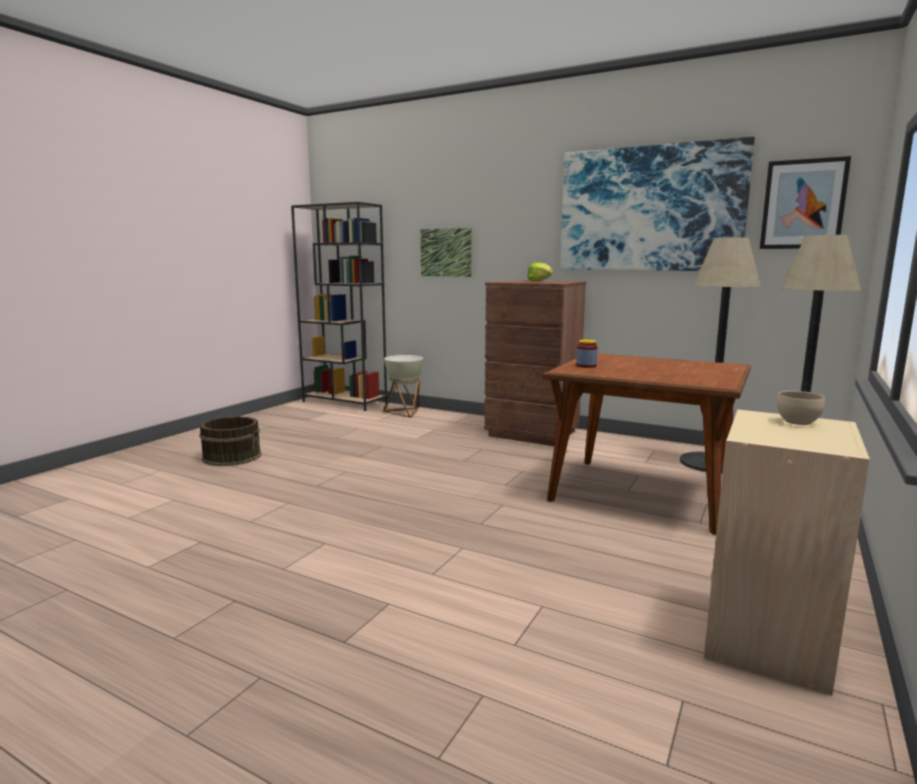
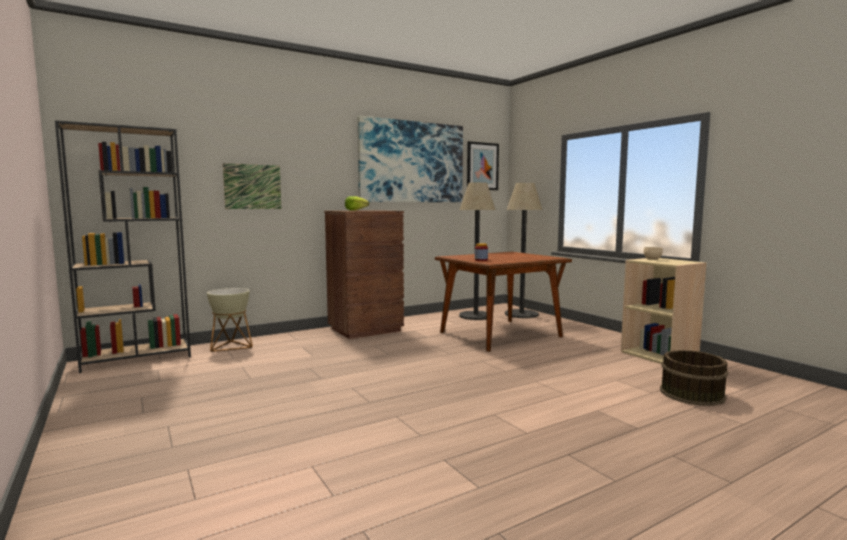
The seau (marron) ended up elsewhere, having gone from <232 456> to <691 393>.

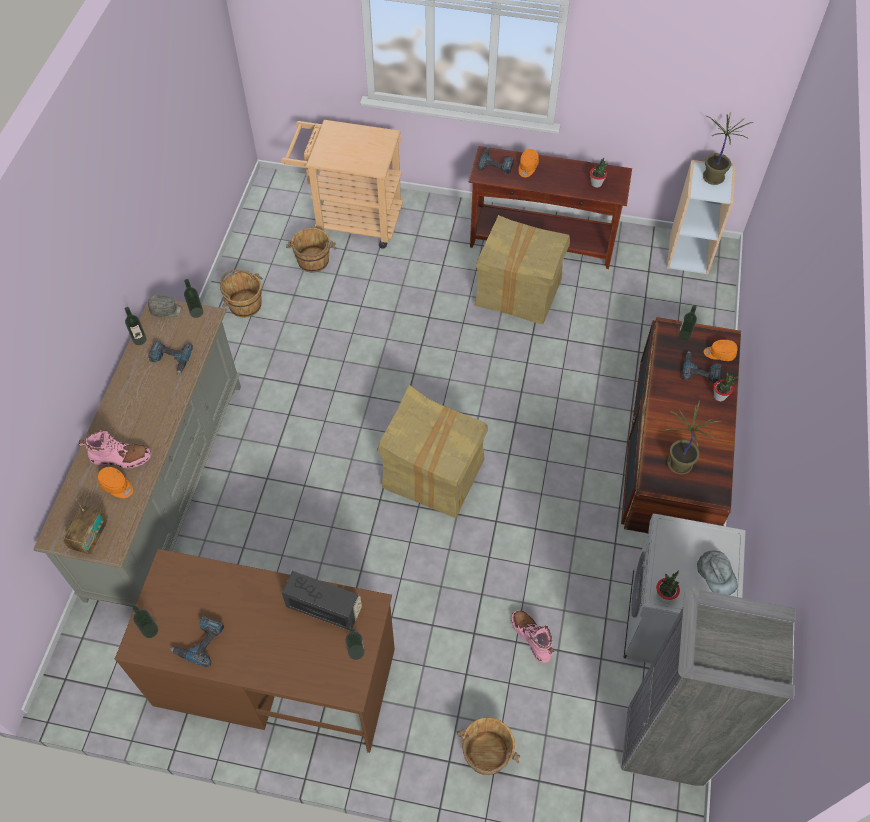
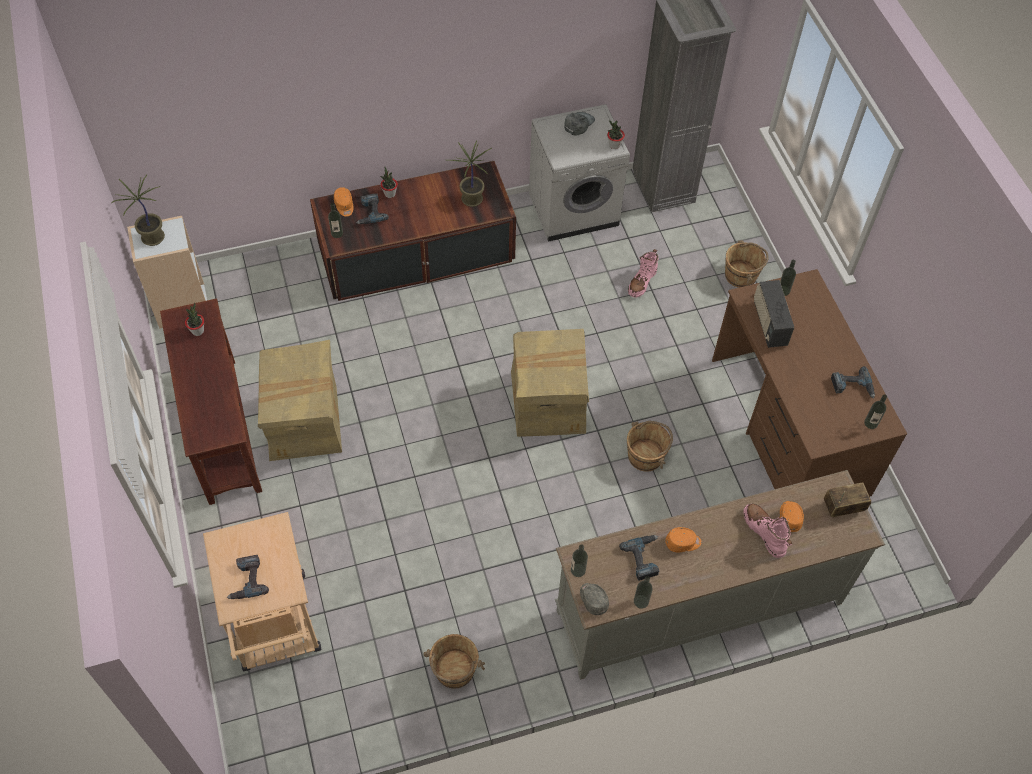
The seau (marron) ended up elsewhere, having gone from <313 261> to <646 456>.
The perceuse ended up elsewhere, having gone from <496 163> to <246 580>.
The casquette (orange) ended up elsewhere, having gone from <527 167> to <683 542>.

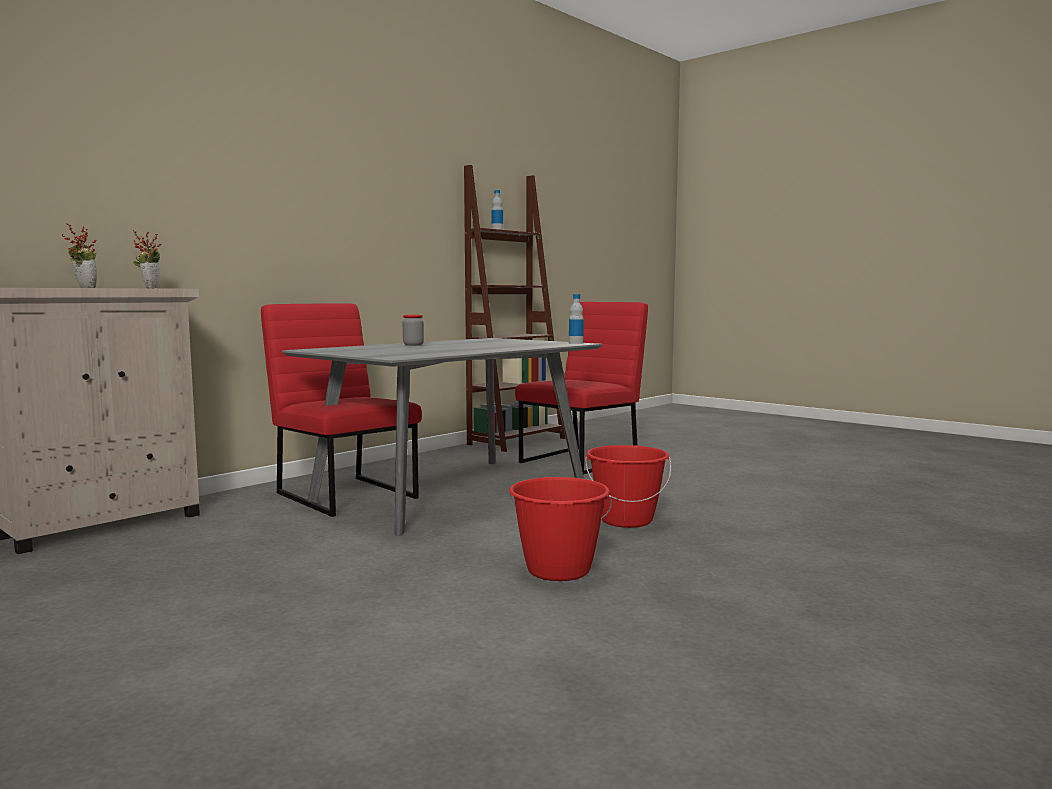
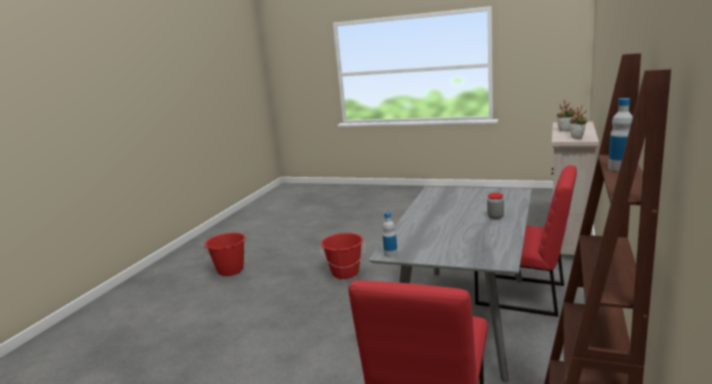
The seau (rouge) ended up elsewhere, having gone from <626 520> to <230 270>.

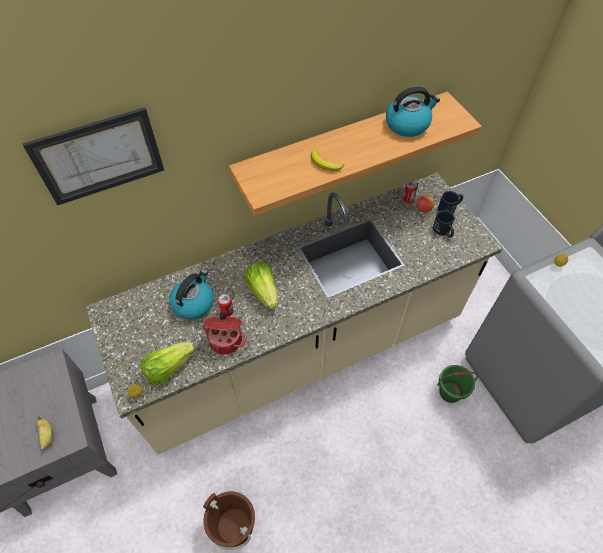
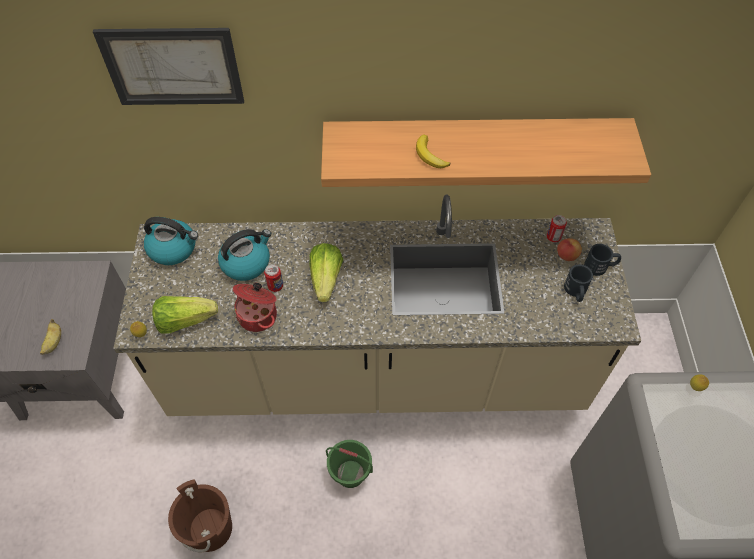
The bouilloire ended up elsewhere, having gone from <408 124> to <174 248>.
The seau (vert) ended up elsewhere, having gone from <450 392> to <350 474>.

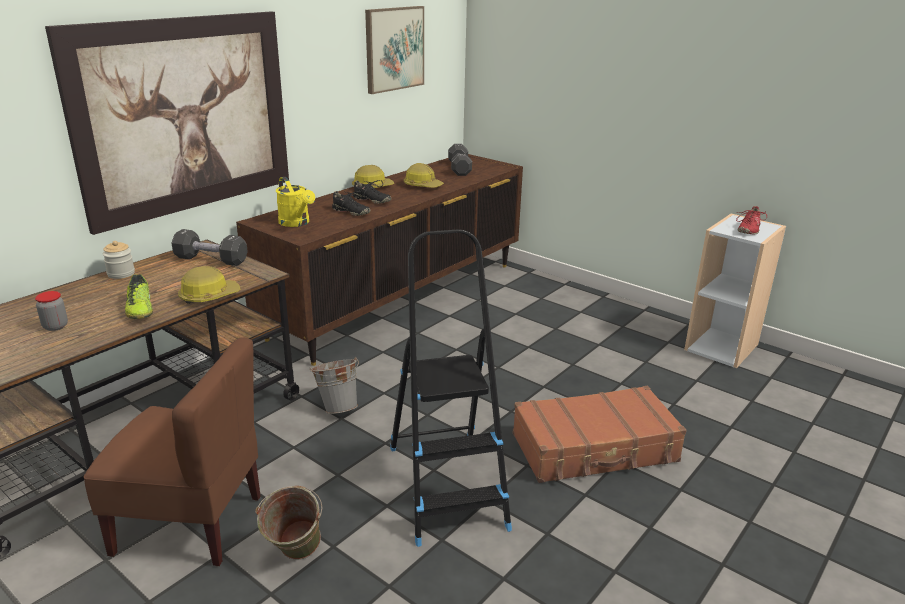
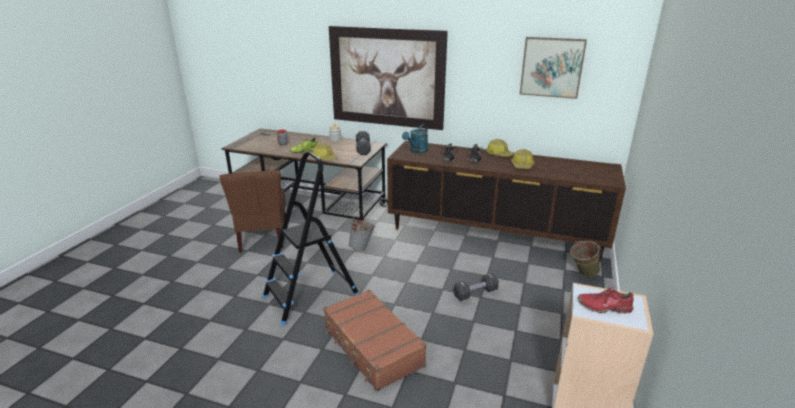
The seau (vert) ended up elsewhere, having gone from <294 557> to <582 274>.
What was the arrosoir (jaune) at <297 223> turned into the arrosoir (turquoise) at <417 151>.
The haltère (noir) ended up elsewhere, having gone from <459 169> to <475 293>.

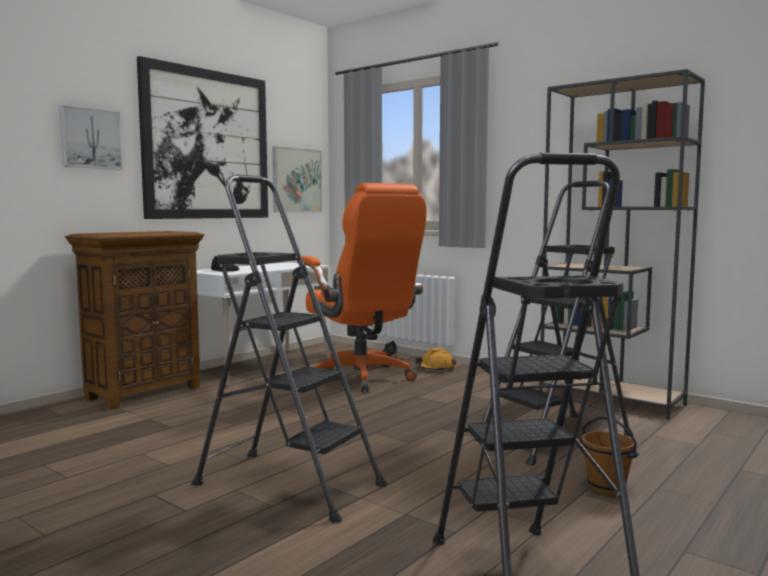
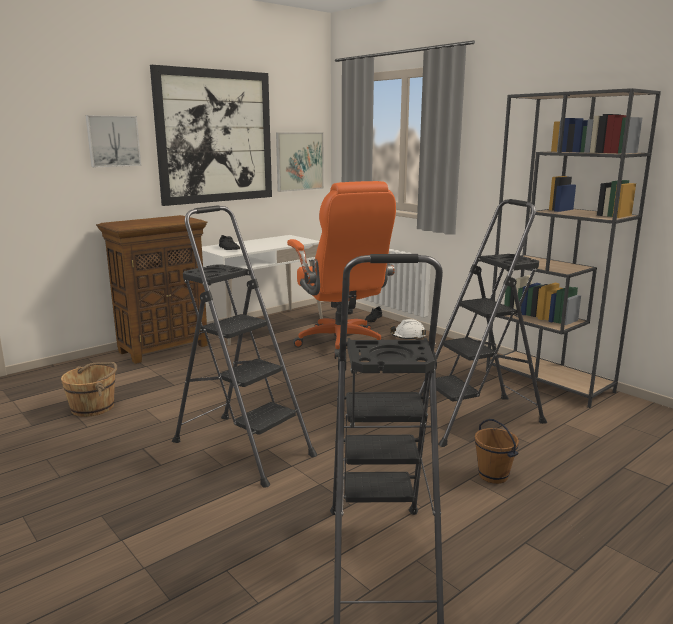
What was the casque de chantier (orange) at <435 368> turned into the casque de chantier (blanc) at <408 336>.
The second view gained the seau (marron) at <93 407>.

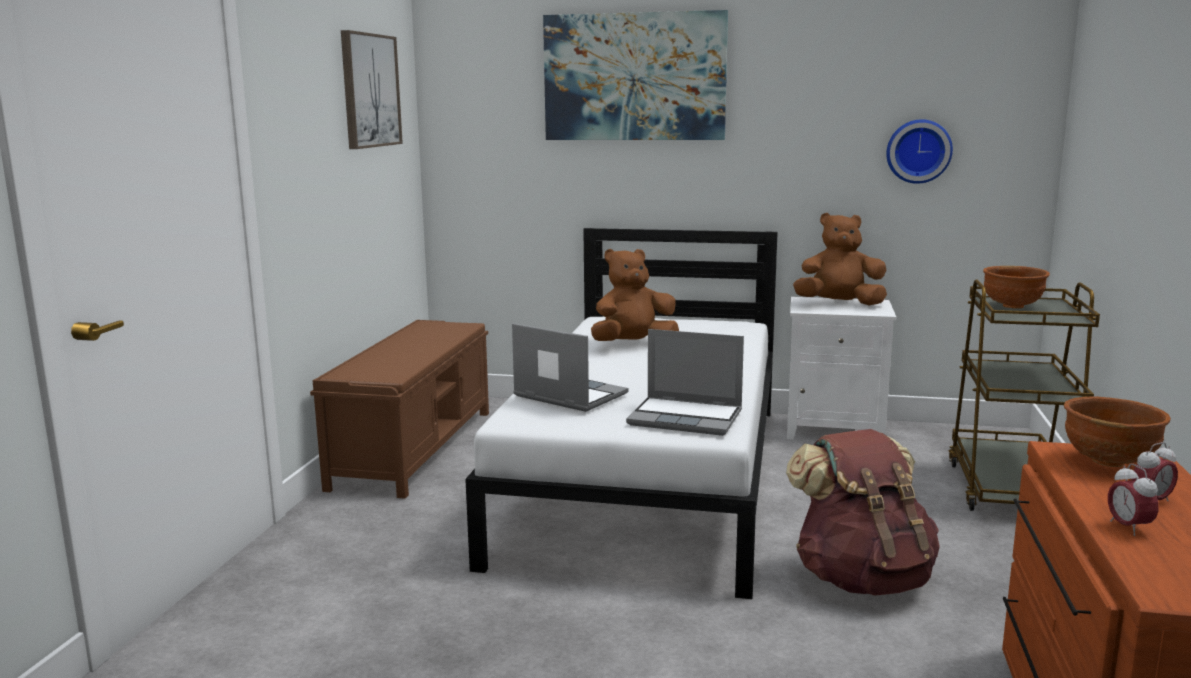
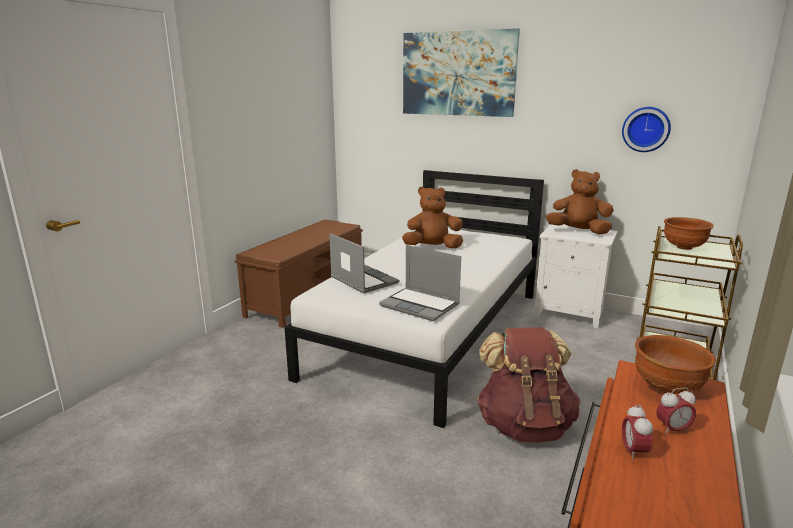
The second view lost the tableau at <369 90>.

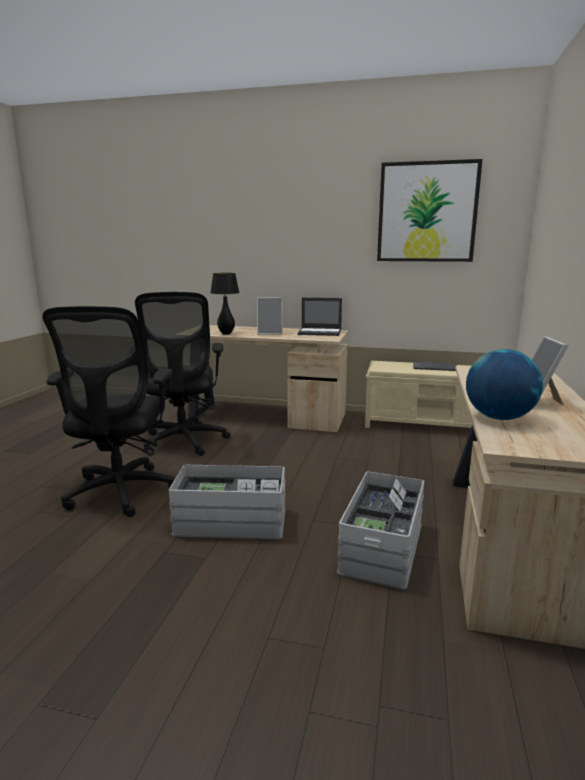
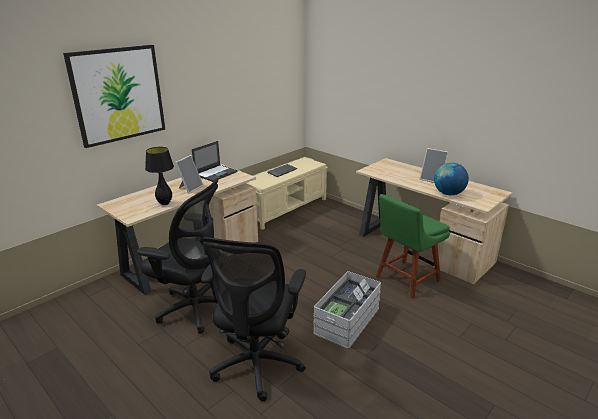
The chaise de bureau (noir) at <121 488> ended up facing another way, 75 degrees clockwise from before.
Where the boîte de rangement (gris) stood at <381 546>, the chaise (vert) came to stand at <405 280>.
The tableau ended up elsewhere, having gone from <427 212> to <118 94>.

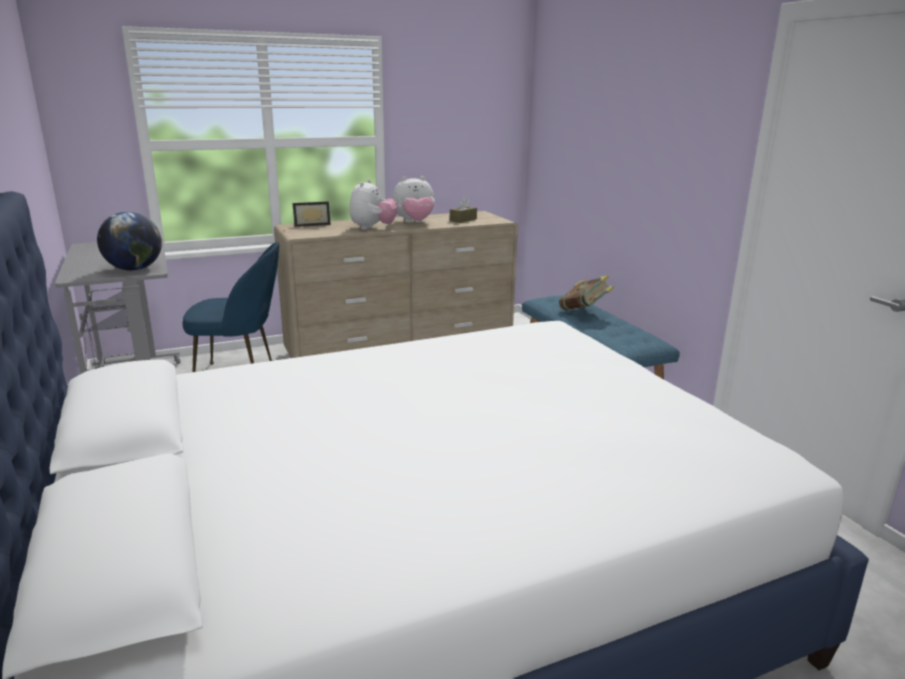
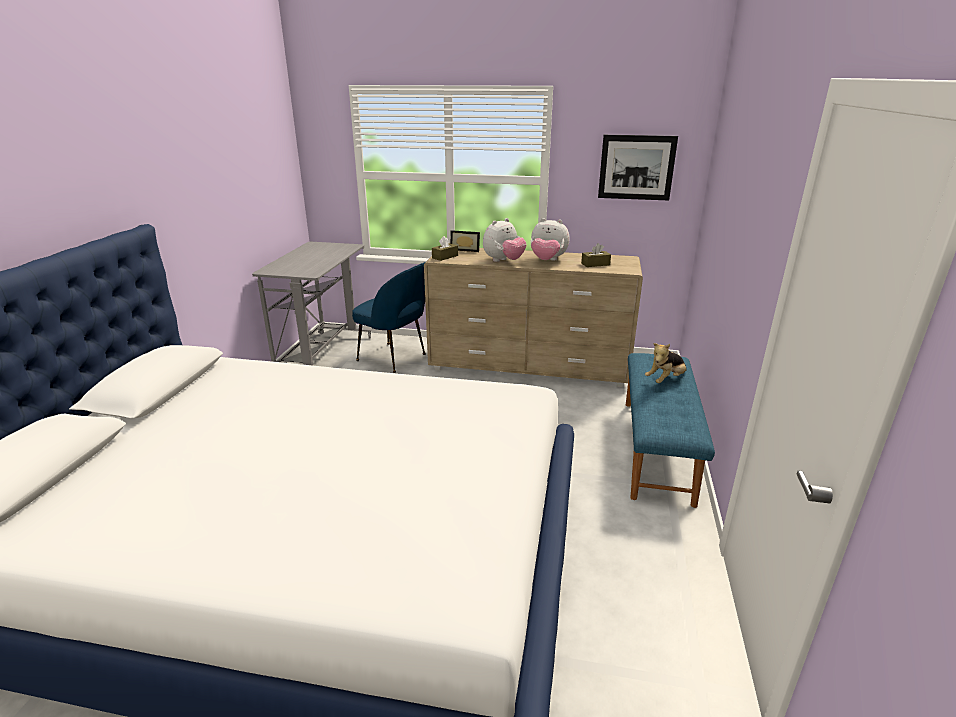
The second view lost the globe at <134 269>.
Where the livre stood at <584 312>, the peluche came to stand at <665 380>.
The second view gained the boîte à mouchoirs (marron) at <445 257>.
The second view gained the tableau at <636 167>.

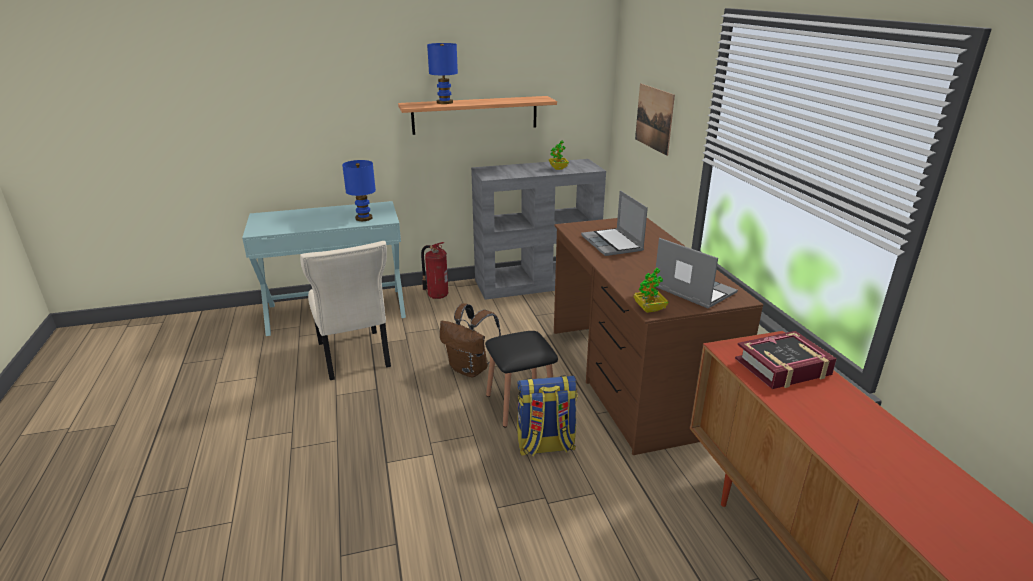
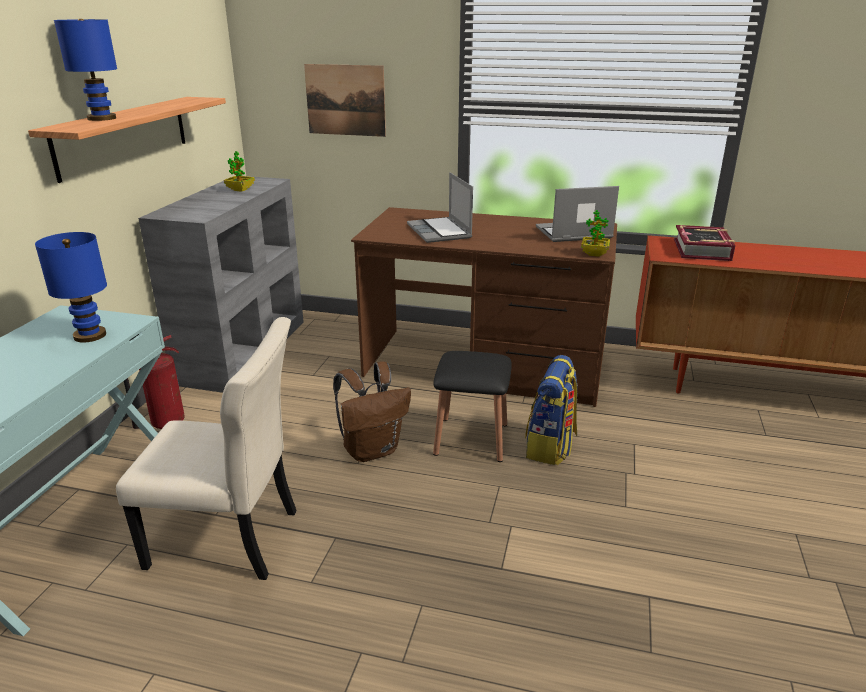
The ordinateur portable at <613 244> ended up facing another way, 60 degrees clockwise from before.

